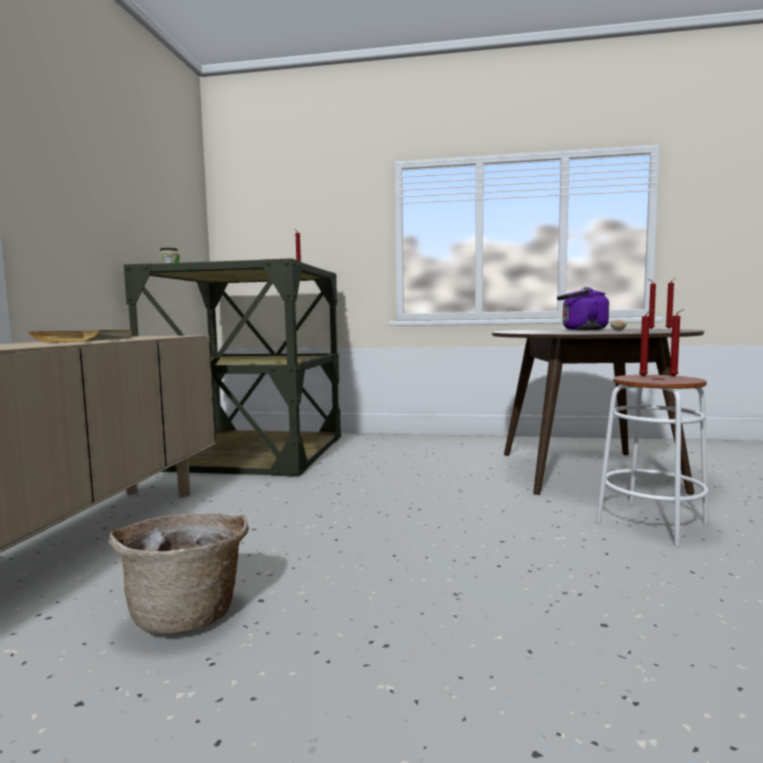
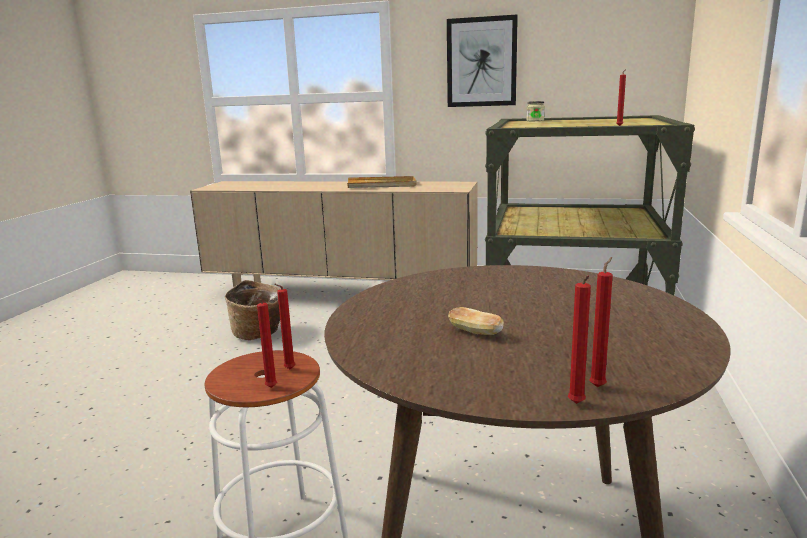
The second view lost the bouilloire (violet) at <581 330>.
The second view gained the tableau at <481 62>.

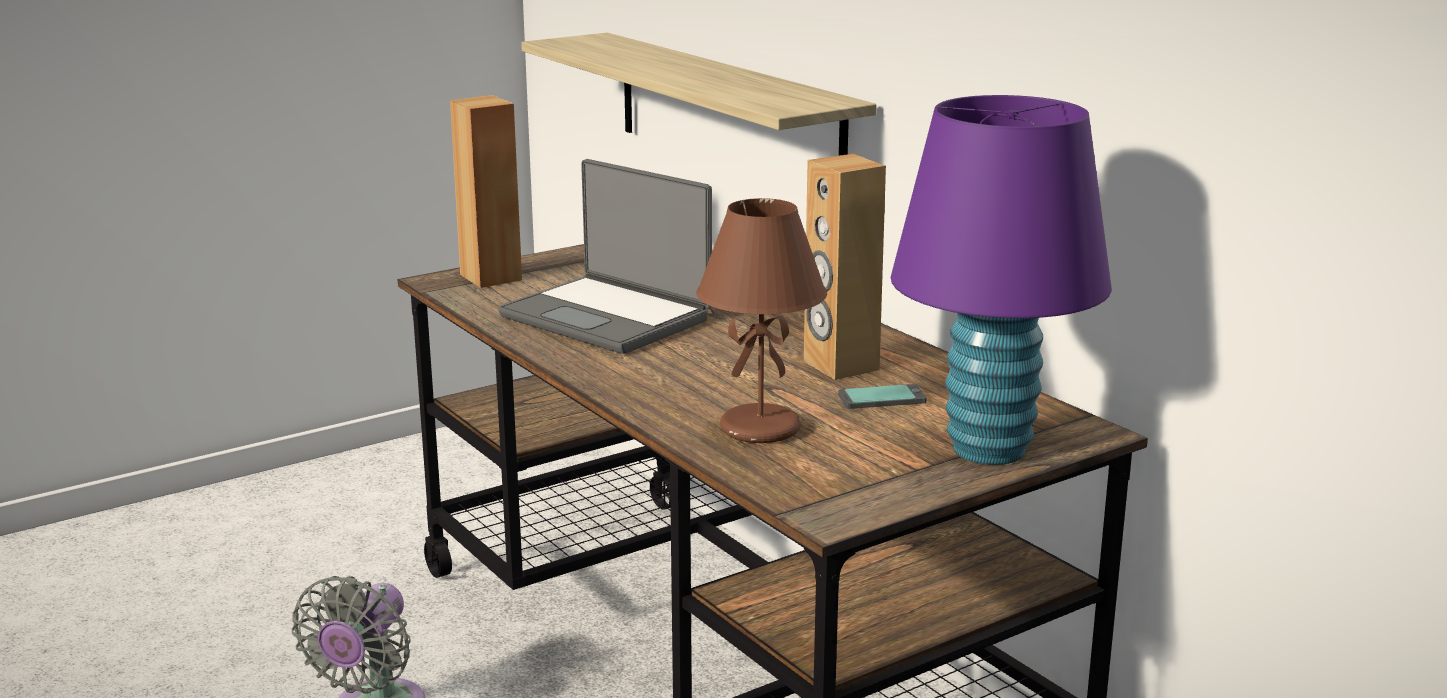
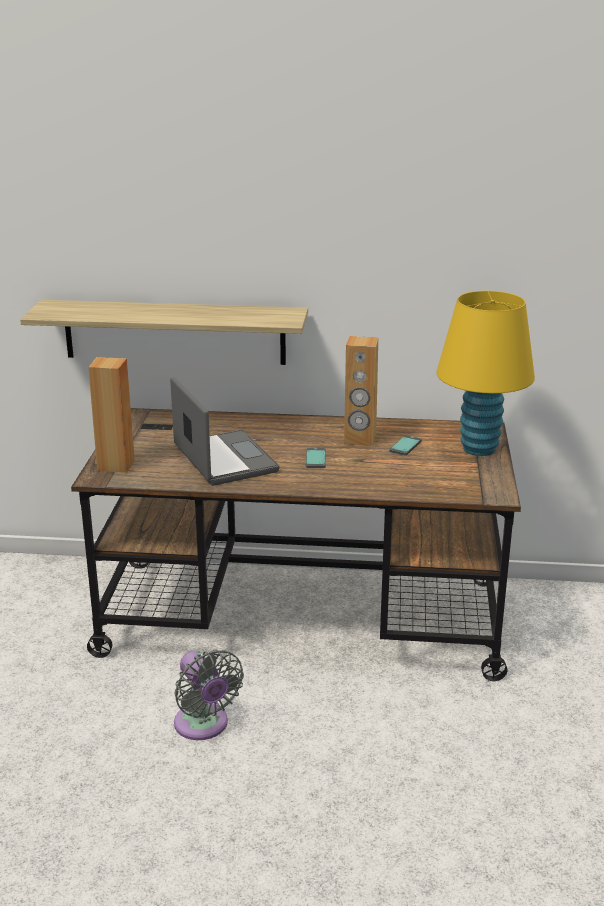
The ordinateur portable at <608 317> ended up facing another way, 105 degrees counterclockwise from before.
The second view lost the lampe de table (marron) at <761 428>.
What was the lampe de table (violet) at <989 450> turned into the lampe de table (jaune) at <479 449>.
The second view gained the téléphone at <315 459>.

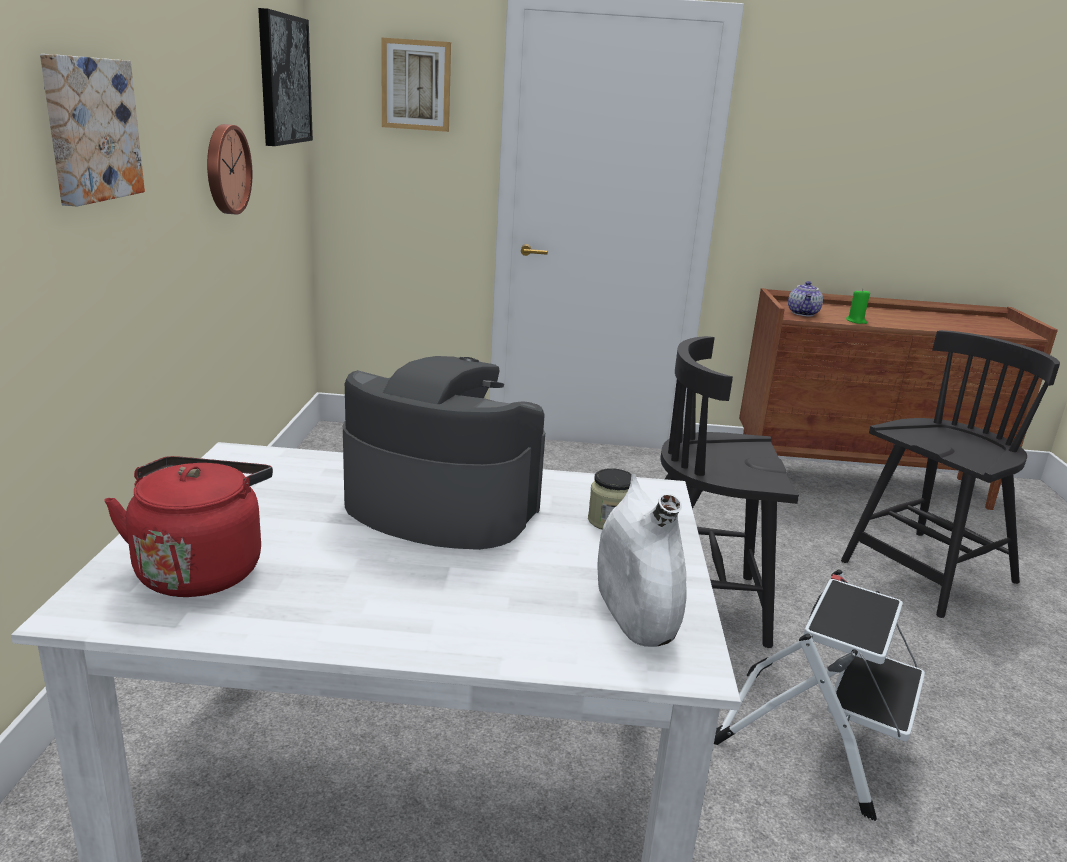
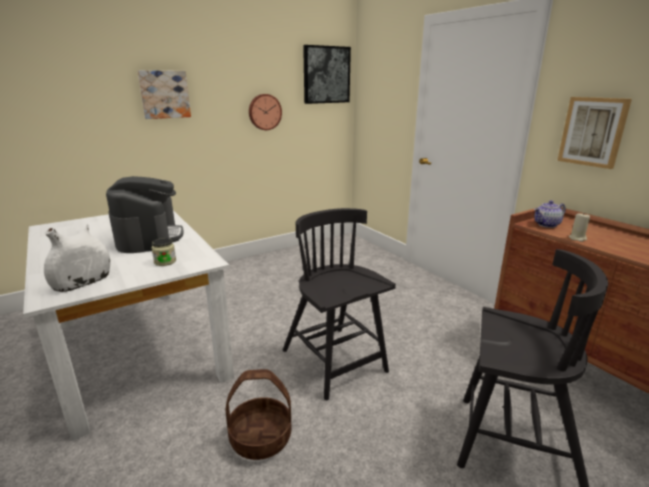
The second view lost the bouilloire (rouge) at <202 568>.
The tableau ended up elsewhere, having gone from <416 85> to <593 131>.
Where the escabeau stood at <812 733>, the panier came to stand at <261 437>.
What was the bougie (vert) at <856 321> turned into the bougie (beige) at <577 238>.

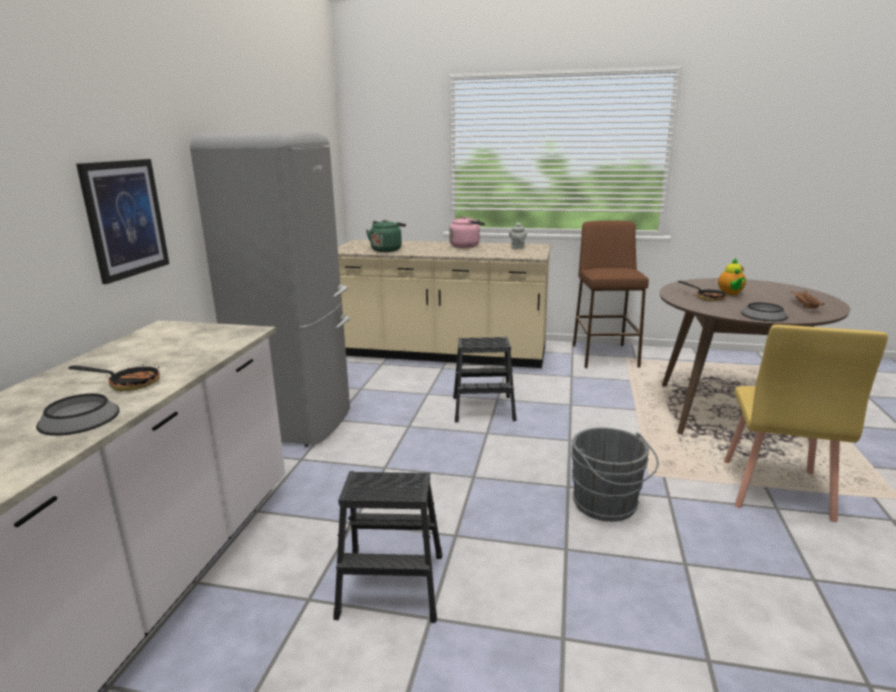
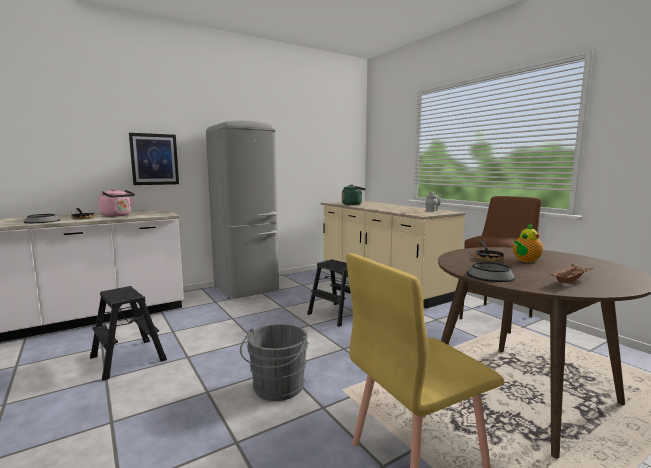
The bouilloire (rose) ended up elsewhere, having gone from <466 246> to <117 215>.

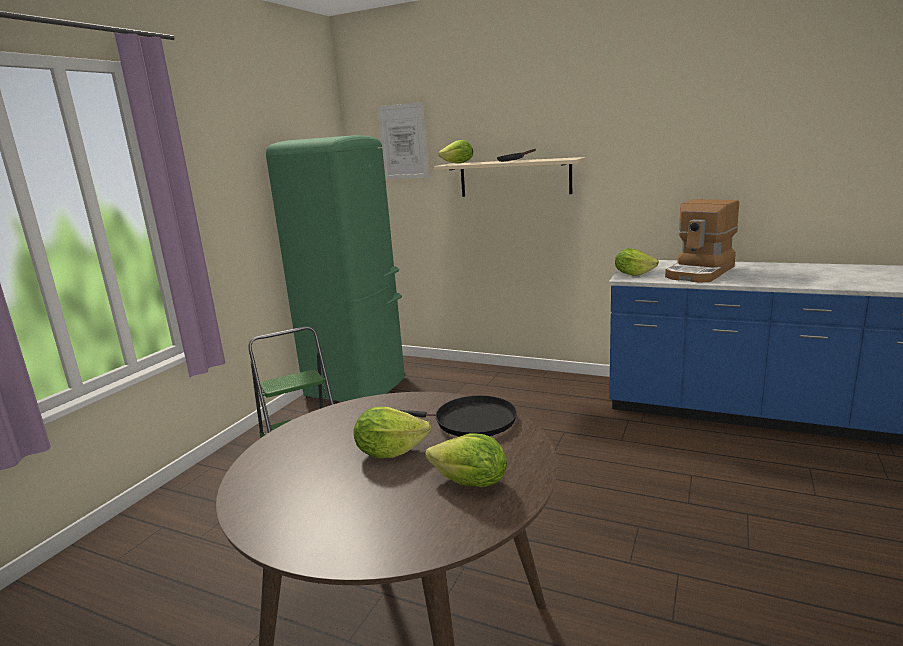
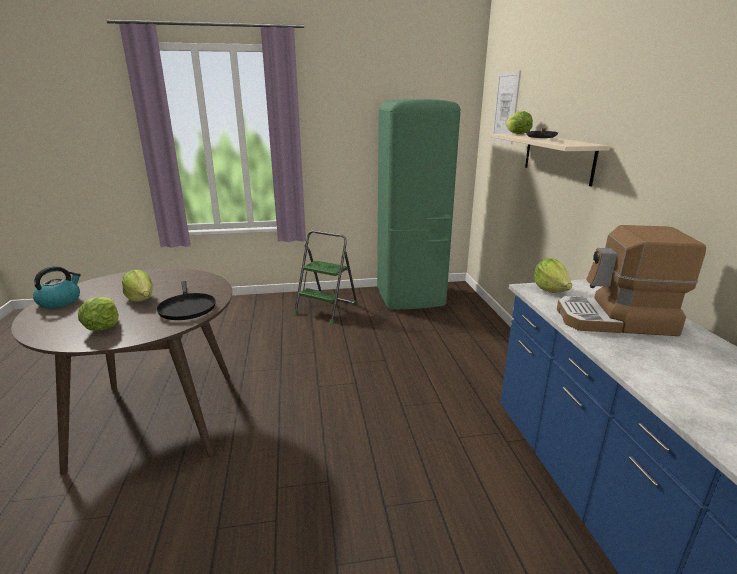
The second view gained the bouilloire at <60 301>.

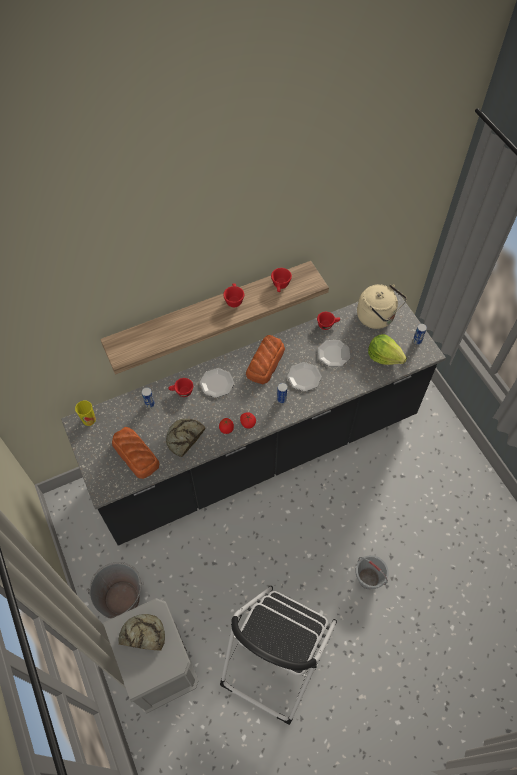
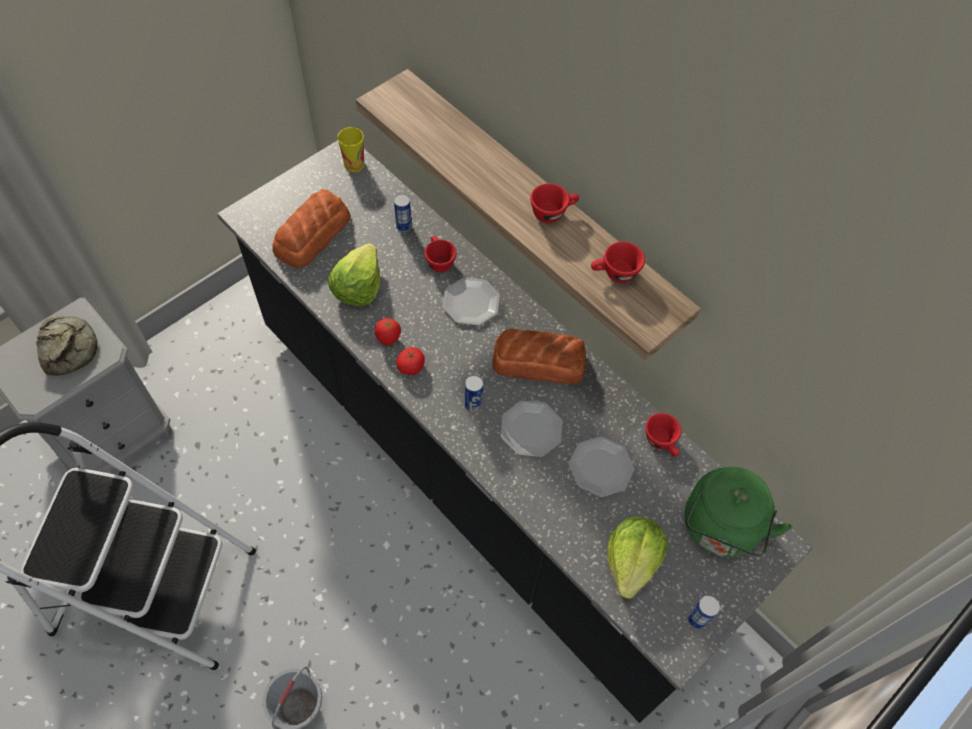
The second view lost the seau (gris) at <122 599>.
Where the pain stood at <184 438>, the laitue came to stand at <357 287>.
What was the bouilloire (beige) at <377 317> turned into the bouilloire (vert) at <719 529>.

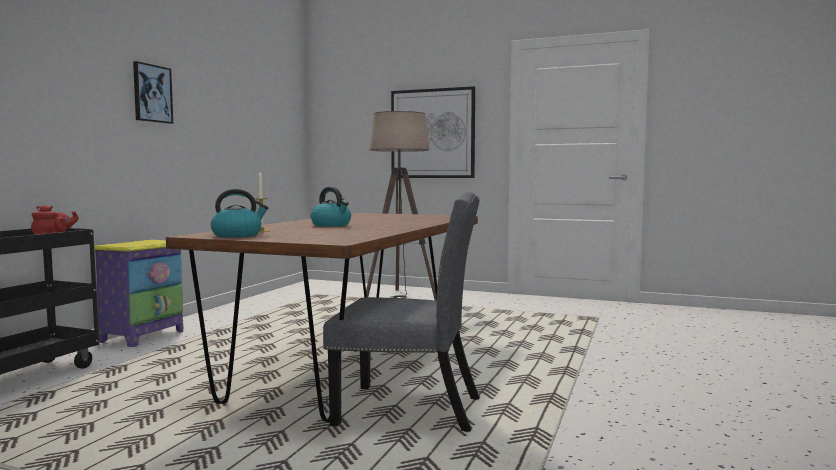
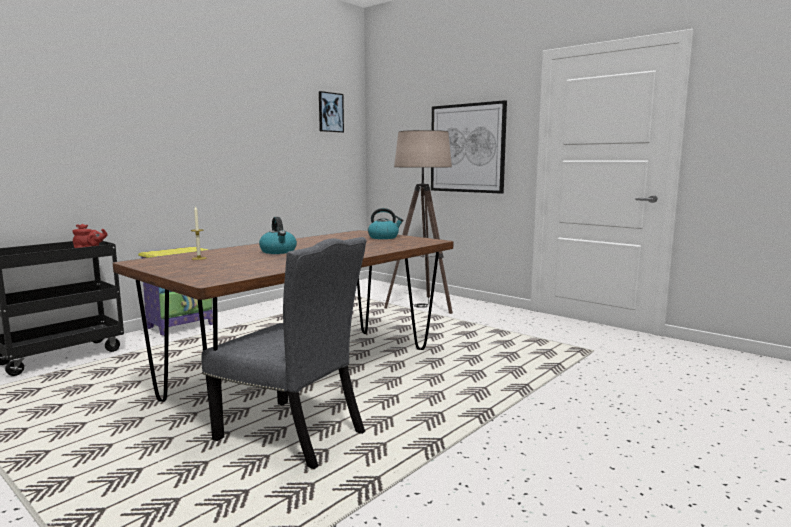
The tableau ended up elsewhere, having gone from <152 93> to <330 112>.
The bouilloire ended up elsewhere, having gone from <238 235> to <384 237>.

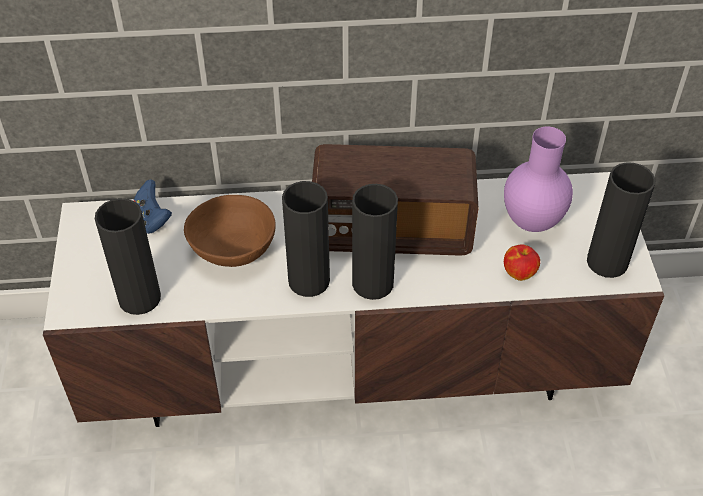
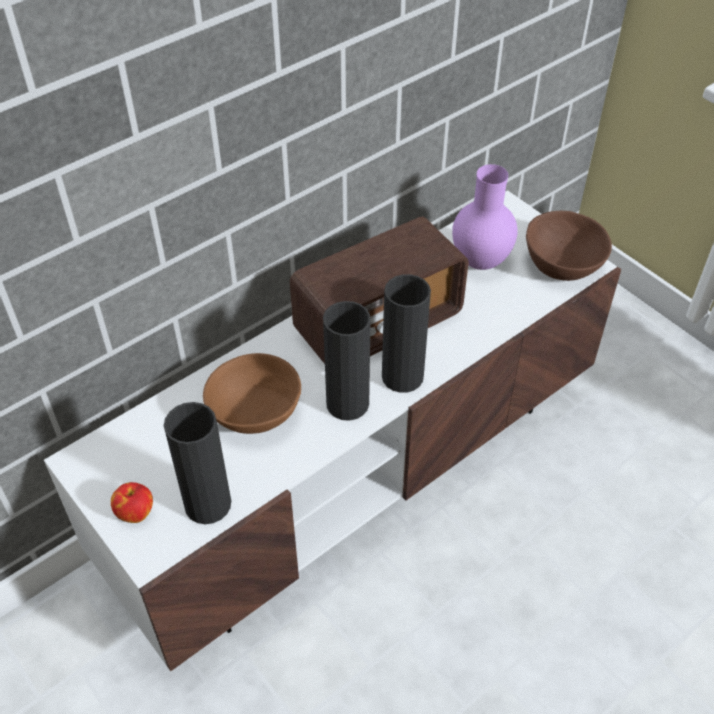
The second view lost the manette (bleu) at <152 219>.
The pomme ended up elsewhere, having gone from <519 272> to <135 512>.
Where the vase (noir) stood at <607 262>, the bol (marron) came to stand at <561 264>.

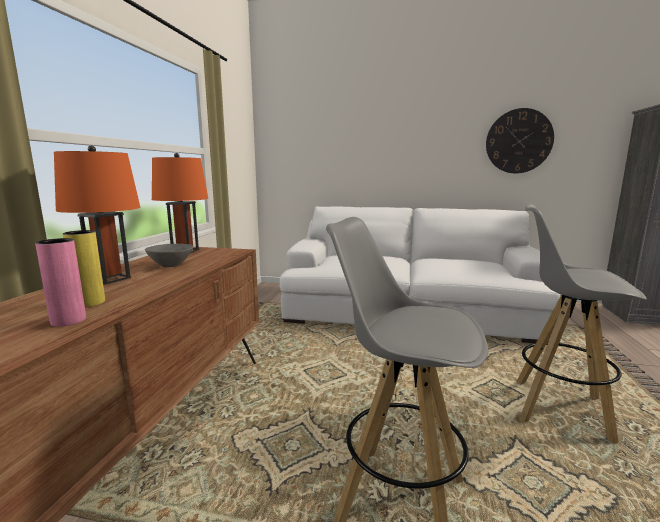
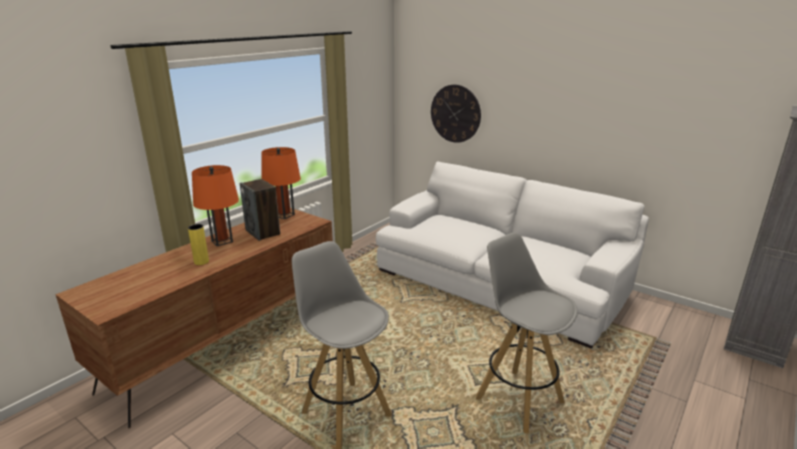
The second view lost the vase (rose) at <68 321>.
Where the bol (gris) stood at <171 265>, the enceinte came to stand at <263 232>.
The horloge murale ended up elsewhere, having gone from <519 141> to <455 113>.

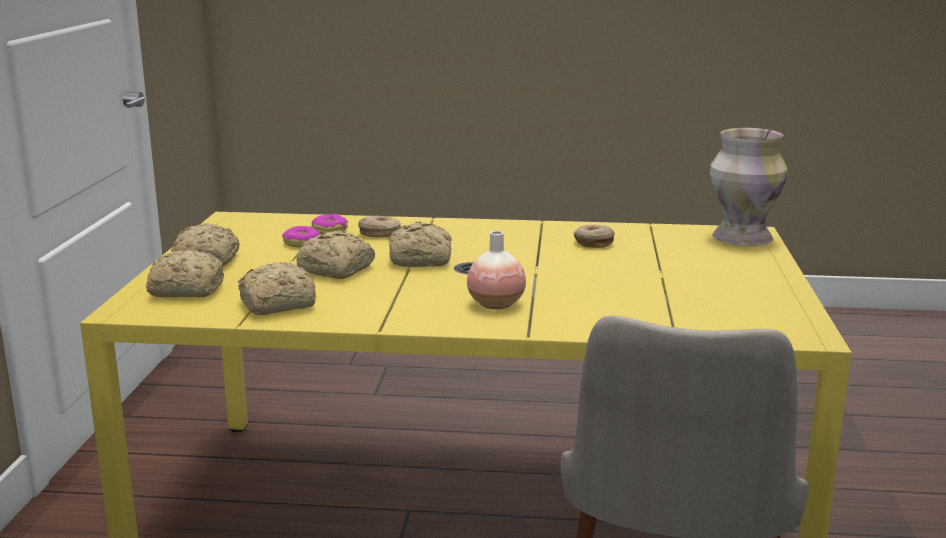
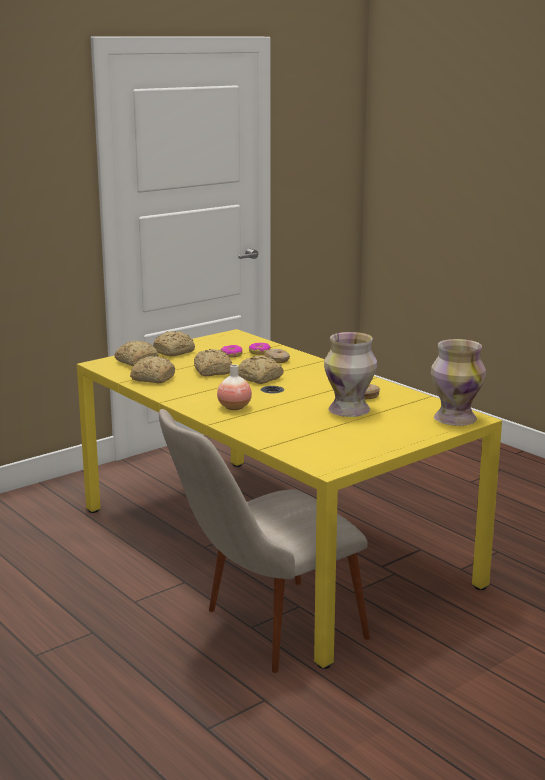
The second view gained the vase at <349 411>.

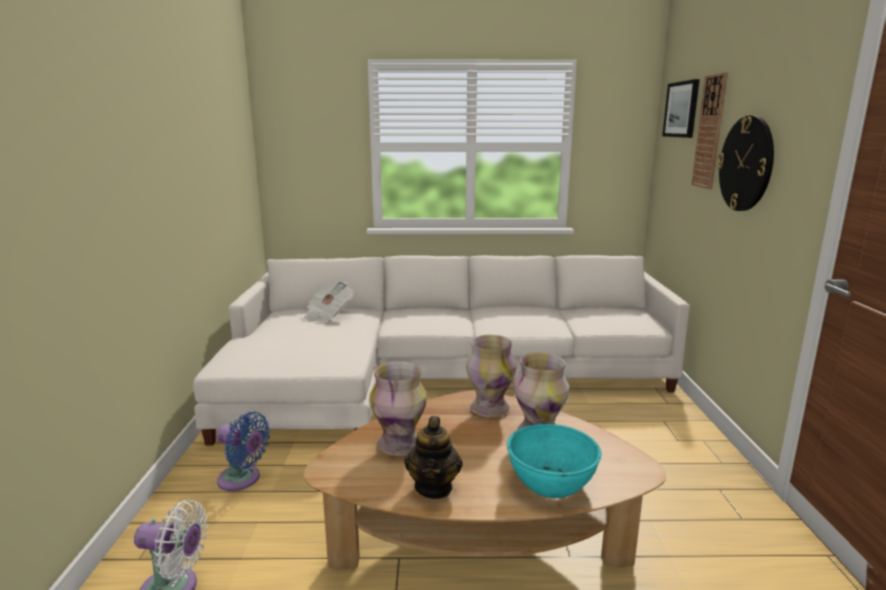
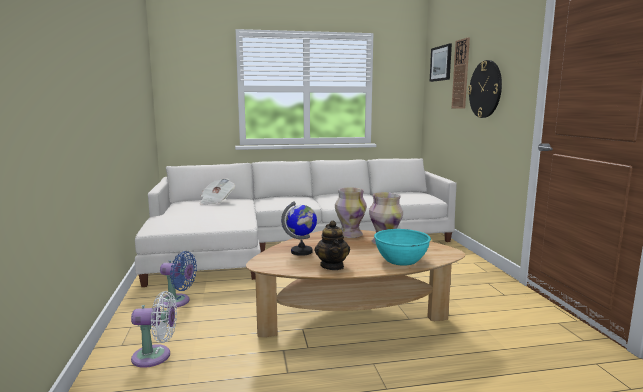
Where the vase stood at <400 444>, the globe came to stand at <302 252>.

